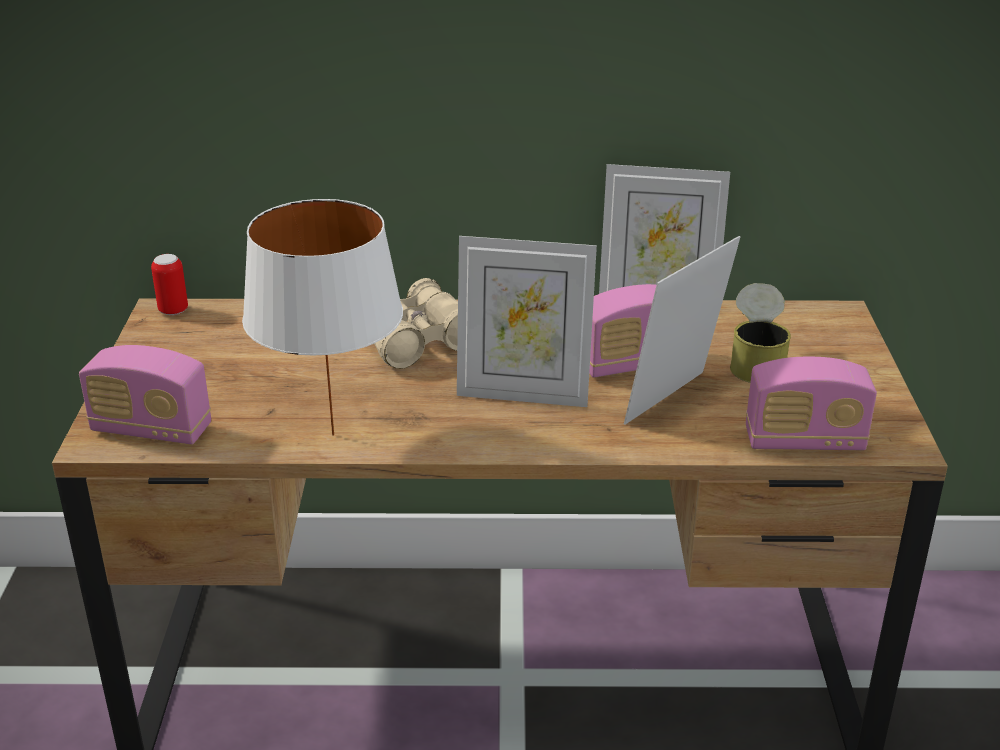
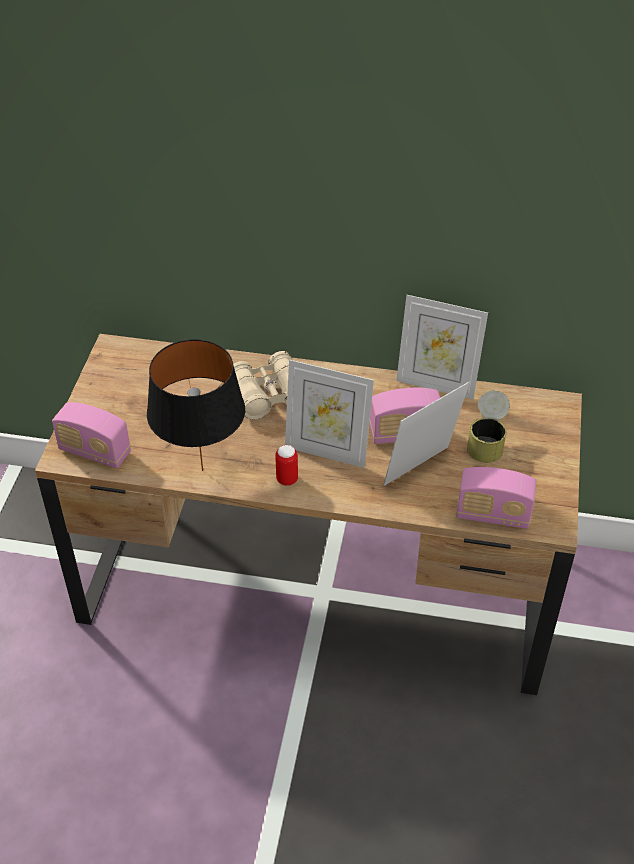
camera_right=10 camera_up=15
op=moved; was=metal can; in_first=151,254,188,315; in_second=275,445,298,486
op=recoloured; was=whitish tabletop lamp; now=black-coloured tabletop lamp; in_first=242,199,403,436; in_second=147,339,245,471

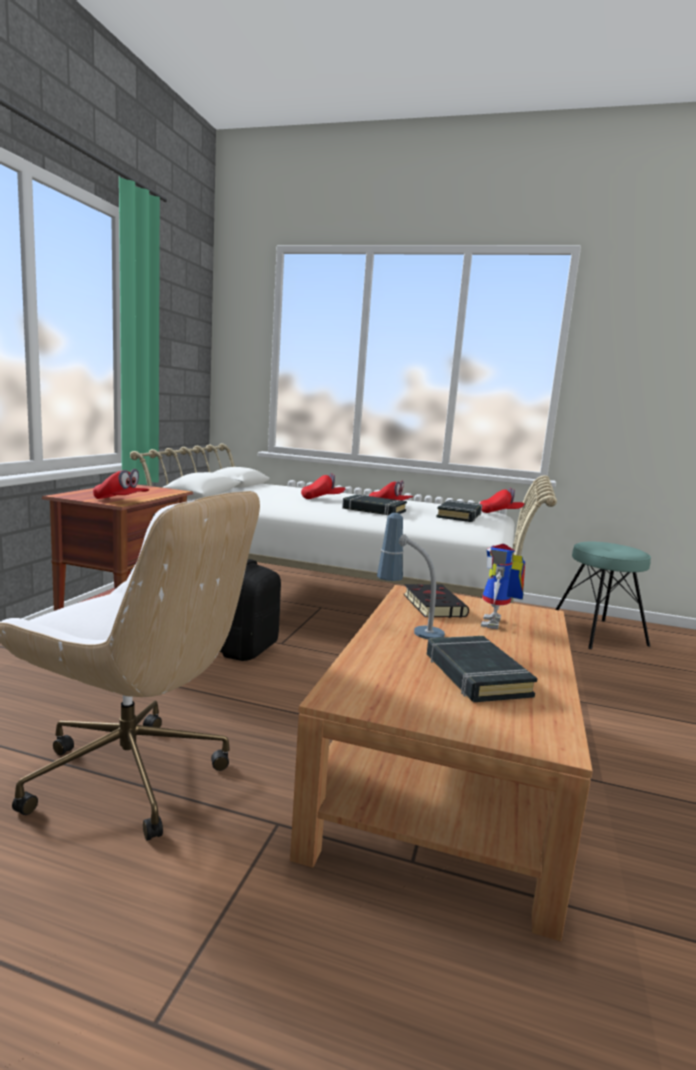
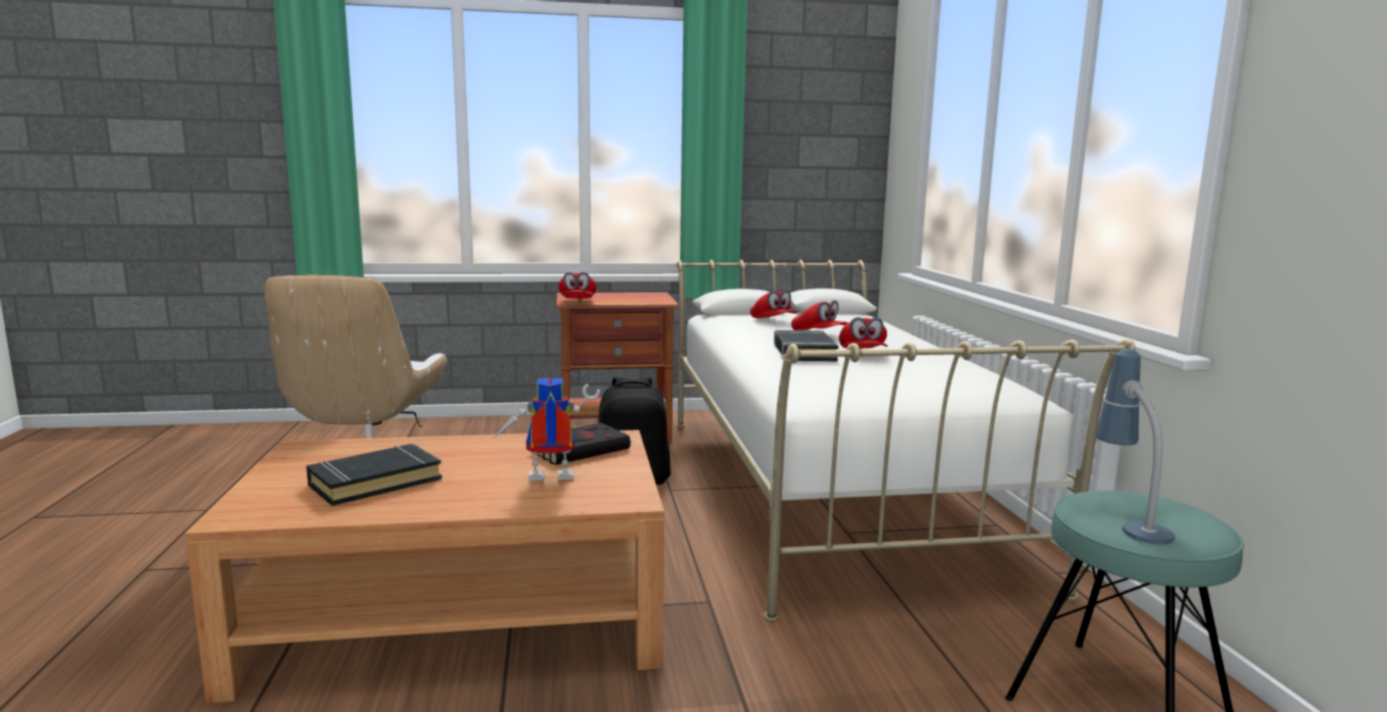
camera_right=65 camera_up=0
op=removed; was=black-coloured bound book; in_first=437,500,482,522
op=moved; was=tabletop lamp; in_first=377,513,445,639; in_second=1096,348,1175,545
op=moved; was=reddish baseball cap; in_first=480,488,525,513; in_second=750,290,797,318

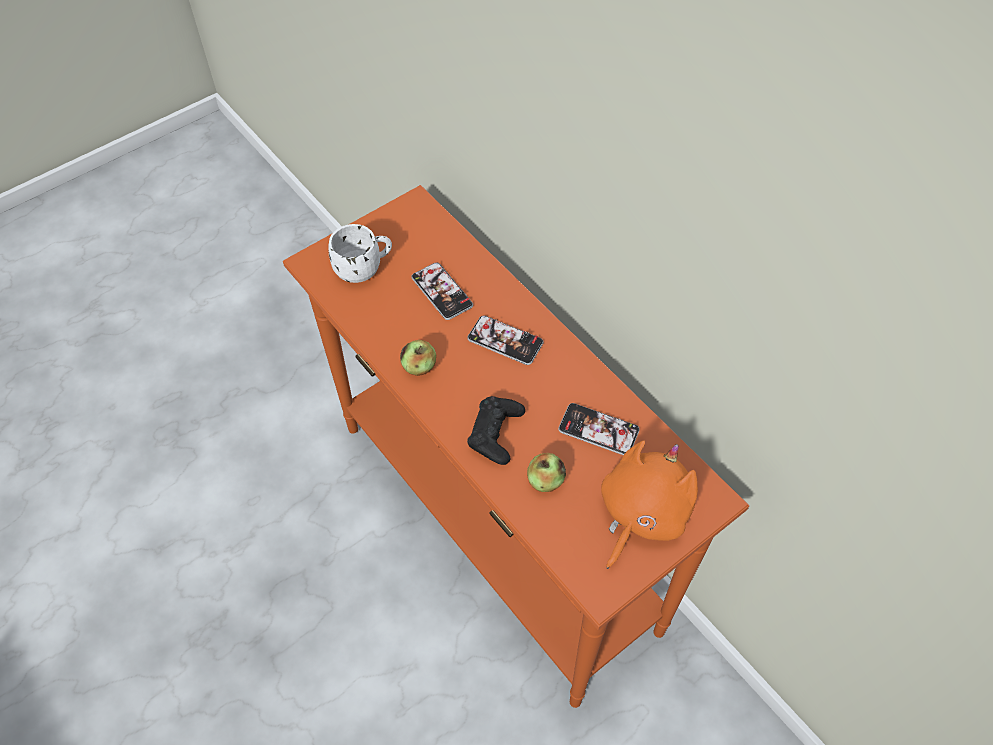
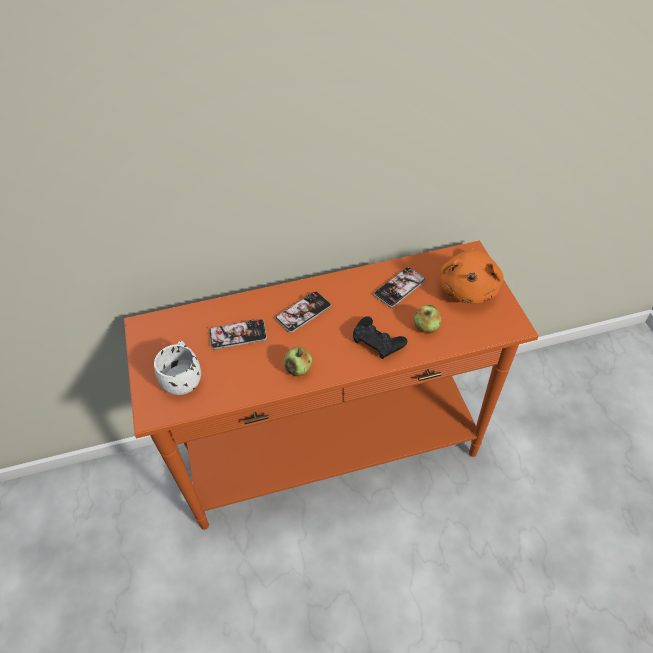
camera_right=-65 camera_up=-5
op=turned; was=orange-coloured plush toy; in_first=601,440,698,569; in_second=440,248,504,304; clockwise=-135

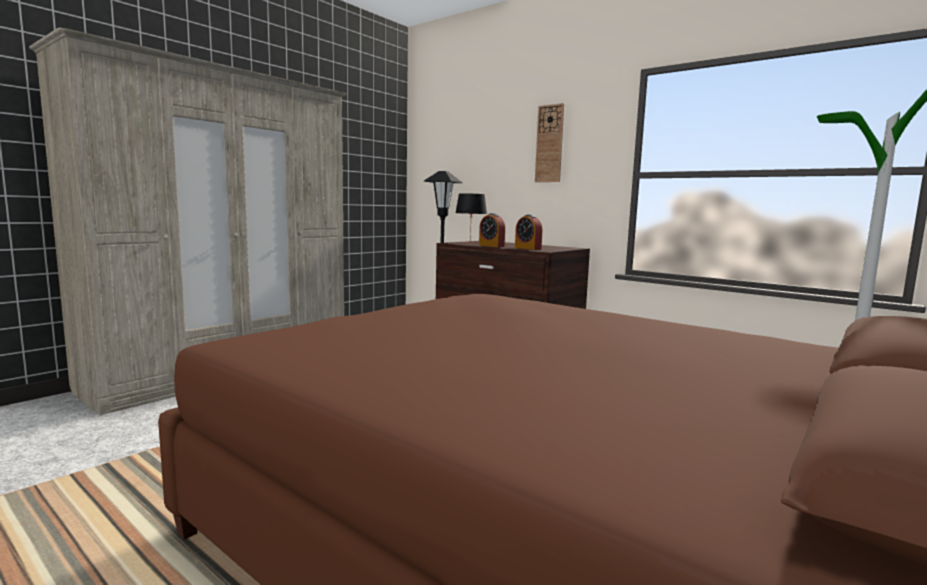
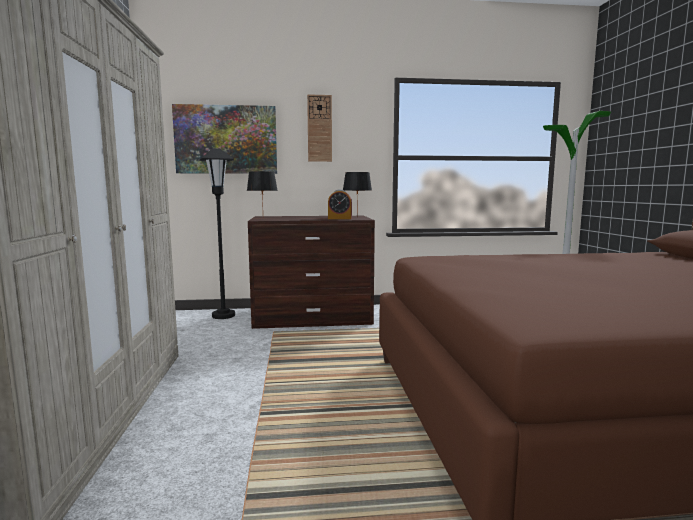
camera_right=-45 camera_up=0
op=removed; was=alarm clock; in_first=479,213,505,247
op=added; now=picture; in_second=172,104,277,174
op=added; now=black-coloured tabletop lamp; in_second=343,172,372,208

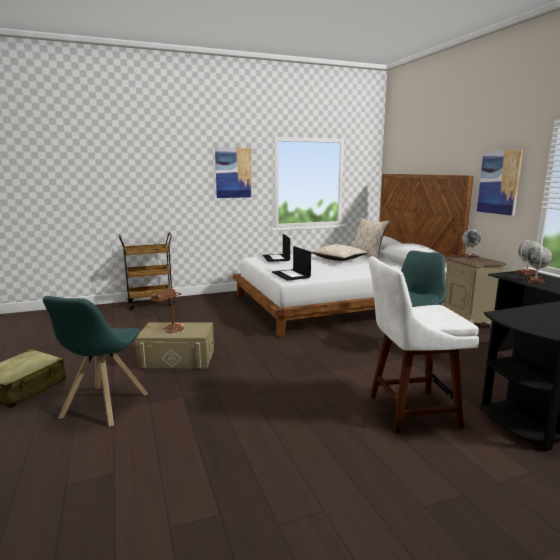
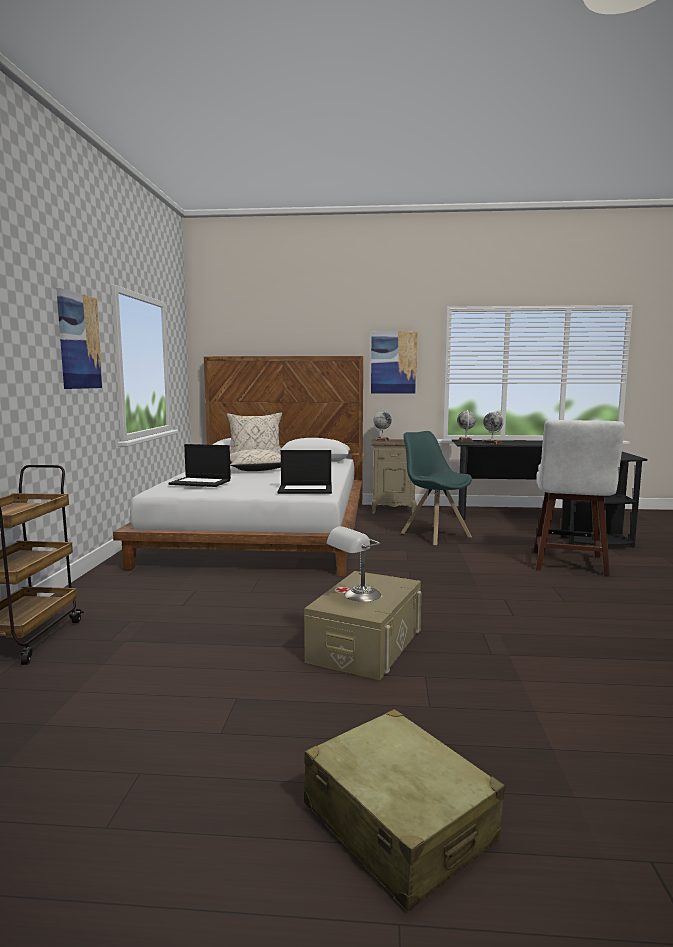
camera_right=-65 camera_up=-5
op=removed; was=turquoise-coloured upright chair; in_first=43,296,148,427
op=recoloured; was=brown tabletop lamp; now=whitish tabletop lamp; in_first=150,288,184,333; in_second=327,526,381,602

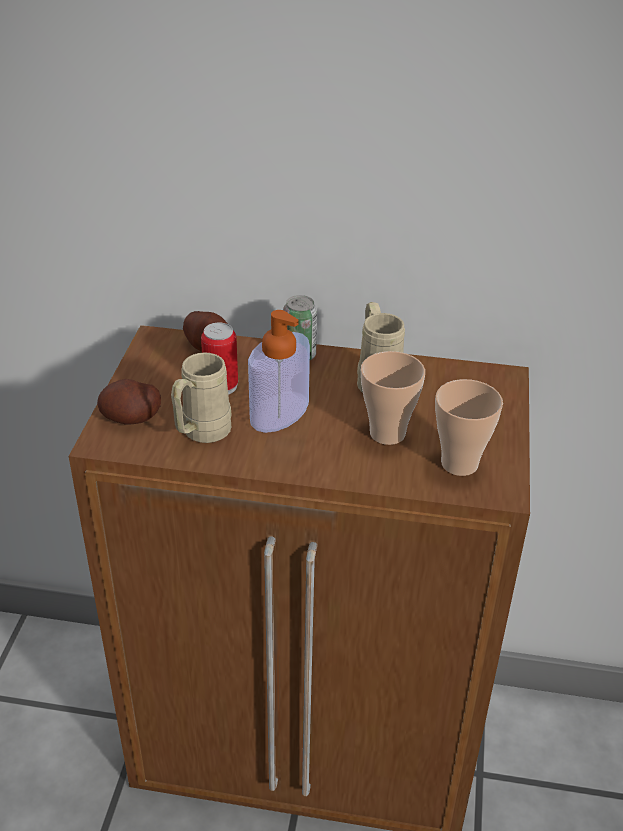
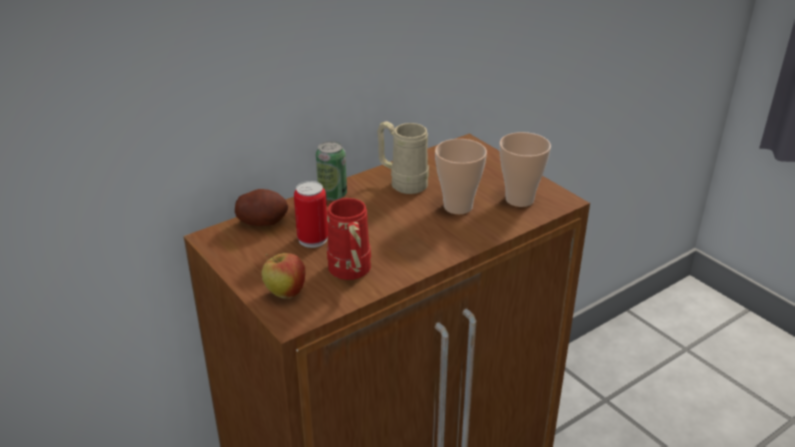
camera_right=-45 camera_up=-5
op=removed; was=liquid soap bottle; in_first=248,310,310,433
op=replaced; was=whole potato; now=apple fruit; in_first=97,379,161,424; in_second=262,253,305,299
op=recoloured; was=sand-coloured coffee mug; now=reddish coffee mug; in_first=171,353,232,443; in_second=327,198,371,280

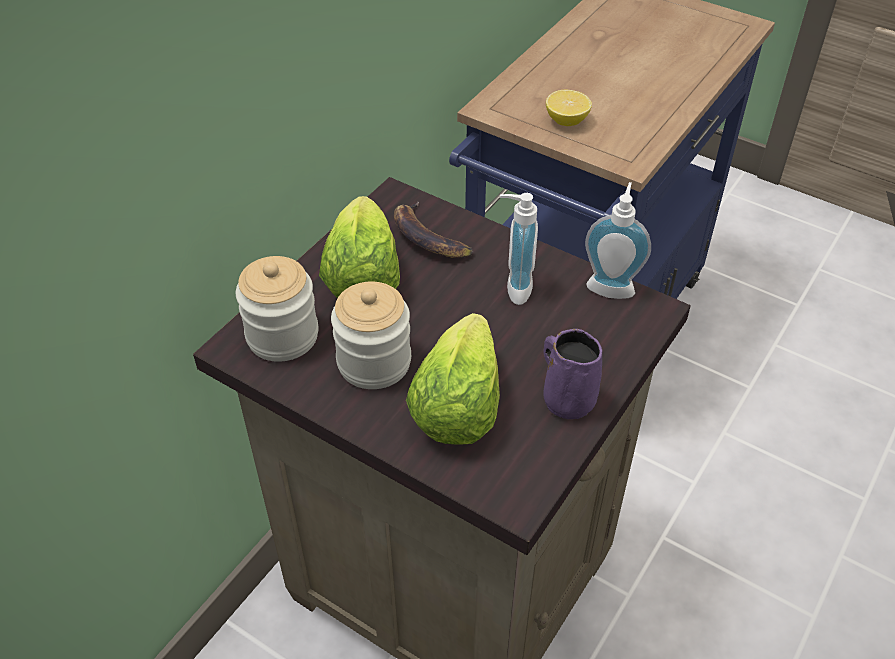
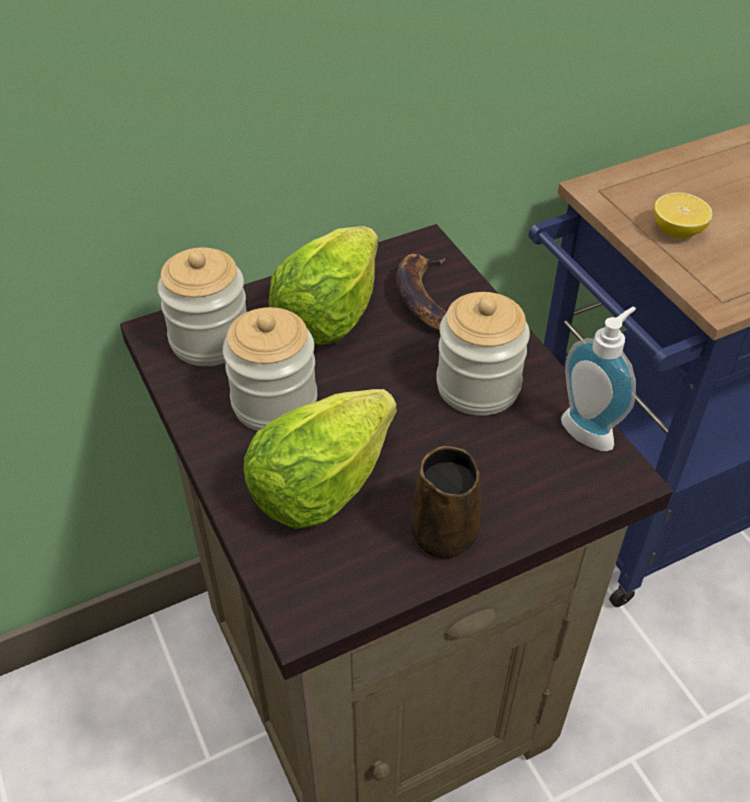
camera_right=30 camera_up=0
op=replaced; was=liquid soap bottle; now=preserve jar; in_first=500,193,538,305; in_second=436,292,530,416
op=recoloured; was=purplish coffee mug; now=brown coffee mug; in_first=543,329,602,419; in_second=410,446,481,559

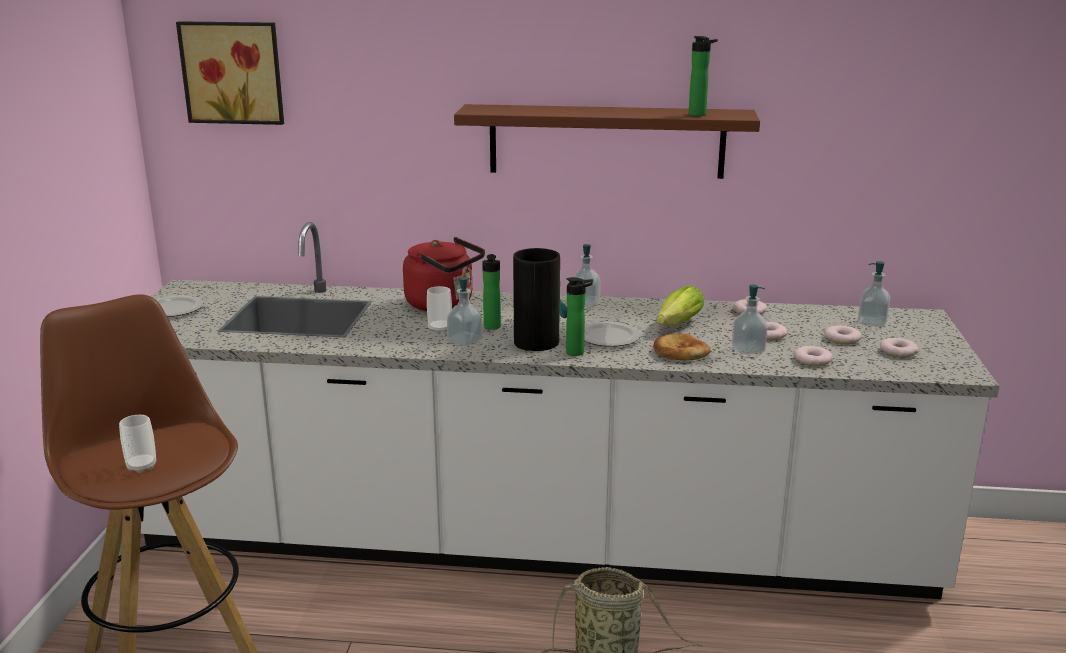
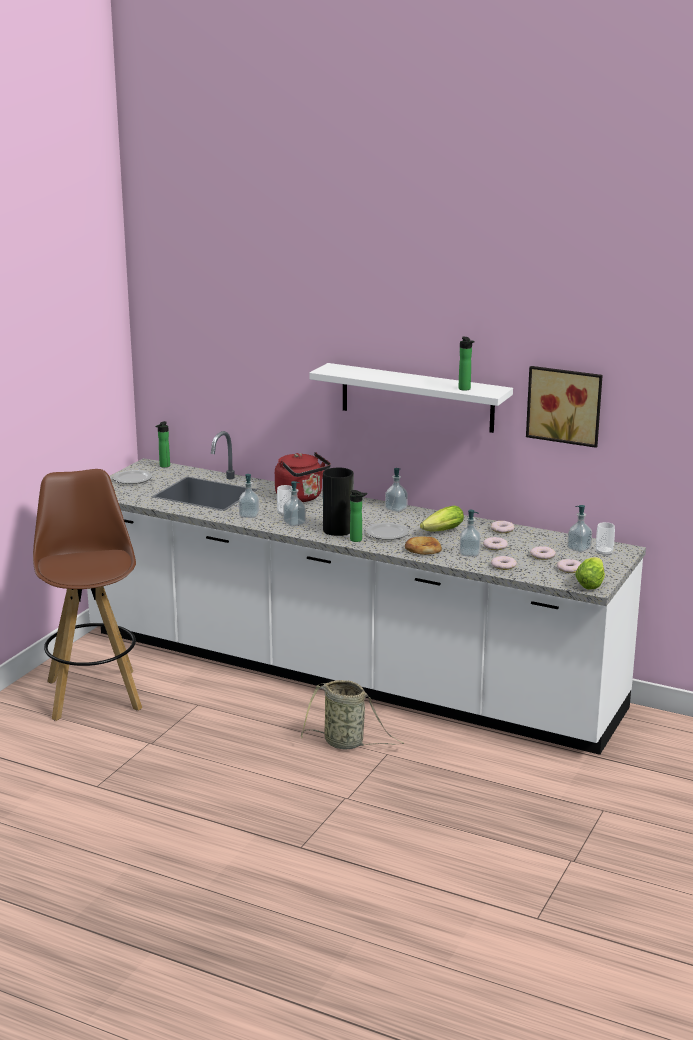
camera_right=20 camera_up=0
op=added; now=liquid soap bottle; in_second=239,474,259,518
op=added; now=lettuce; in_second=575,557,605,590
op=moved; was=cup; in_first=119,415,156,473; in_second=596,522,615,556
op=moved; was=picture; in_first=176,21,284,125; in_second=526,366,603,448
op=moved; was=beverage bottle; in_first=482,254,501,330; in_second=155,421,170,468
op=recoloured; was=brown bracket shelf; now=whitish bracket shelf; in_first=454,104,760,179; in_second=309,363,513,433

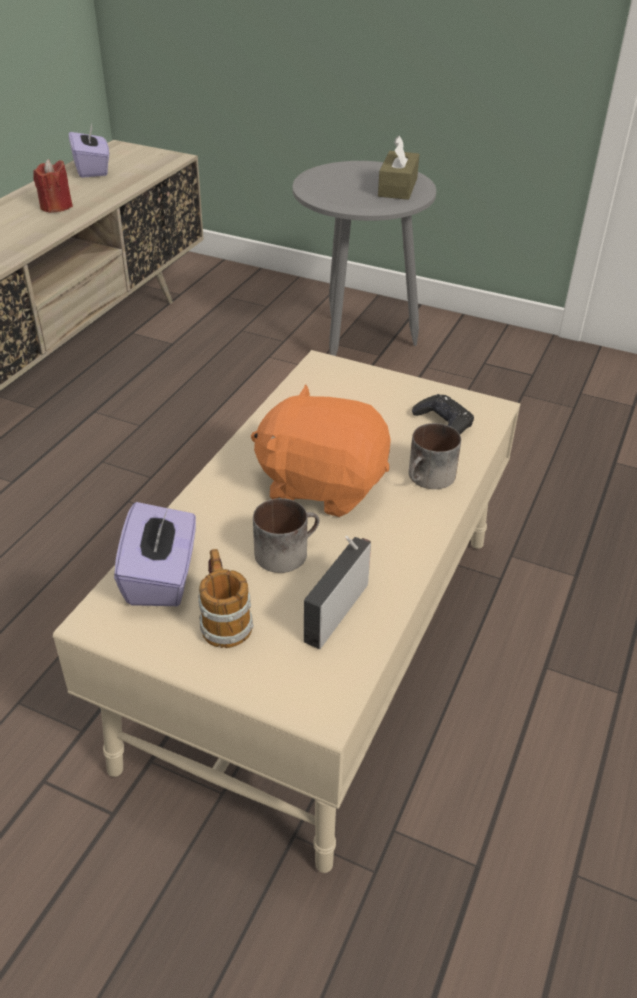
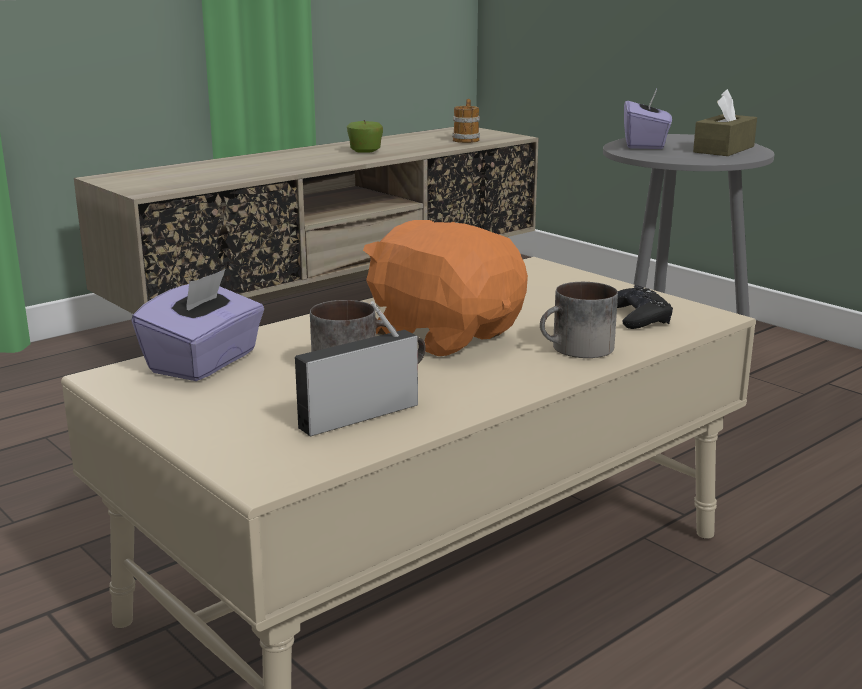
camera_right=25 camera_up=-20
op=moved; was=purplish tissue holder; in_first=69,123,109,178; in_second=624,89,672,149
op=moved; was=coffee mug; in_first=198,549,254,648; in_second=452,99,480,143
op=replaced; was=reddish wax light; now=apple fruit; in_first=33,159,73,213; in_second=347,120,383,153

